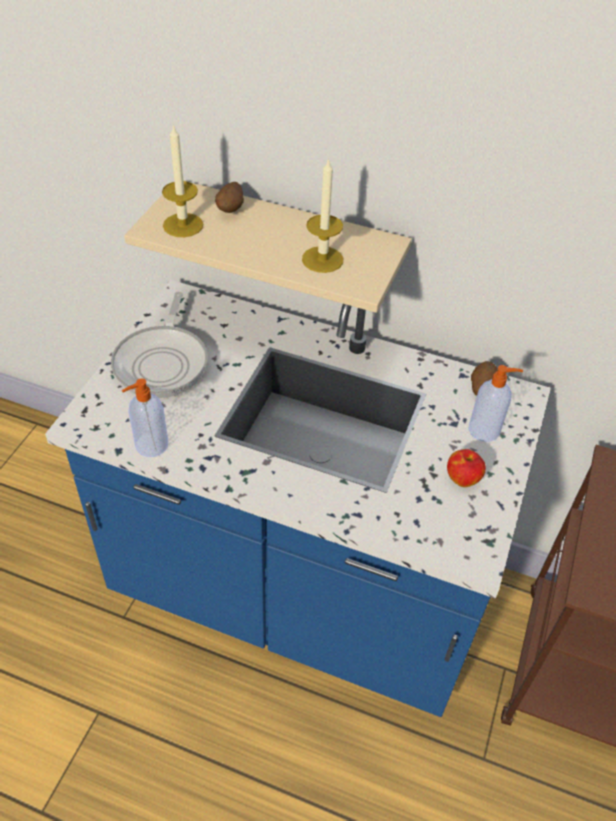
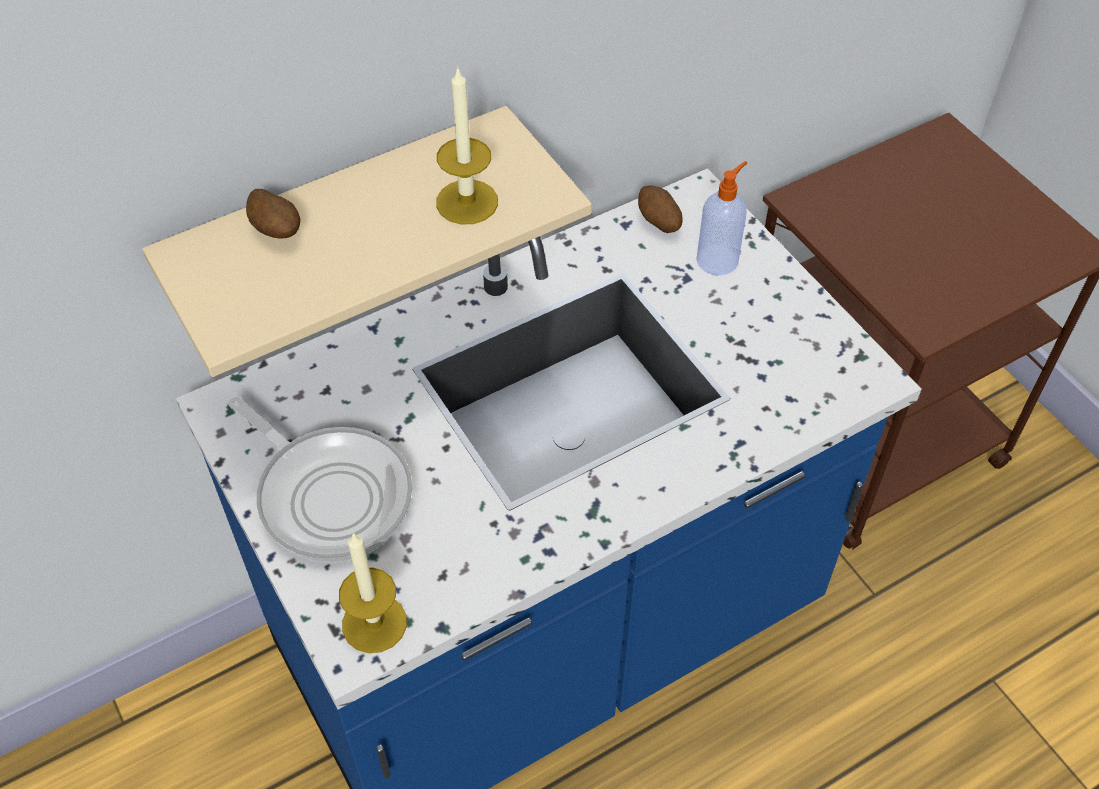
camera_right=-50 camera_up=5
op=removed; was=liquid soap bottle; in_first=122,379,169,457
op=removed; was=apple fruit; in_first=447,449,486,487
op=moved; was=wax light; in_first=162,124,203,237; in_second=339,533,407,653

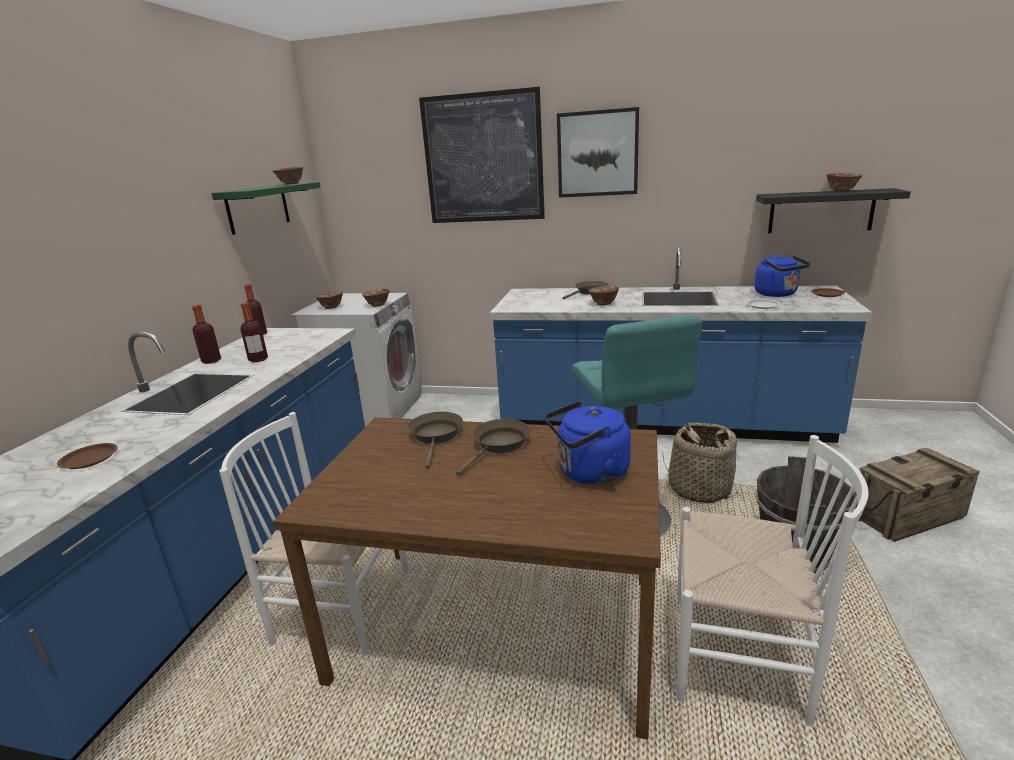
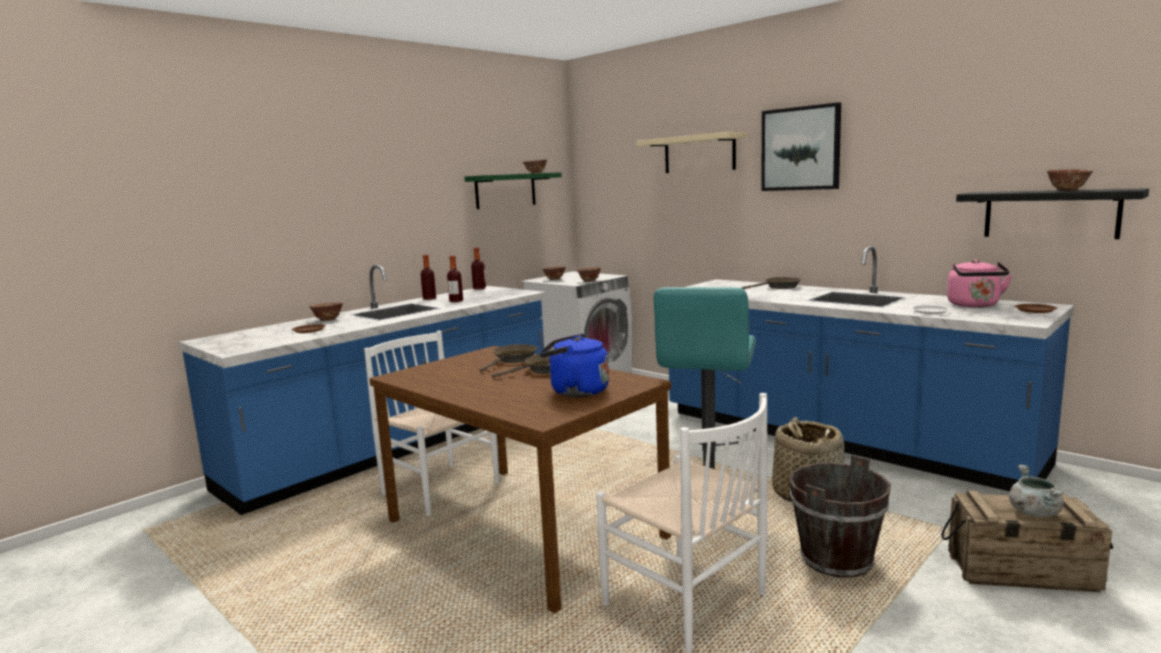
camera_right=30 camera_up=-10
op=added; now=gray stockpot; in_second=1009,465,1064,517
op=moved; was=deep dish; in_first=588,286,619,305; in_second=309,303,343,321
op=replaced; was=picture; now=sand-coloured bracket shelf; in_first=419,87,545,223; in_second=636,132,747,173
op=recoloured; was=blue-coloured water kettle; now=pink-coloured water kettle; in_first=755,255,811,297; in_second=947,259,1012,307

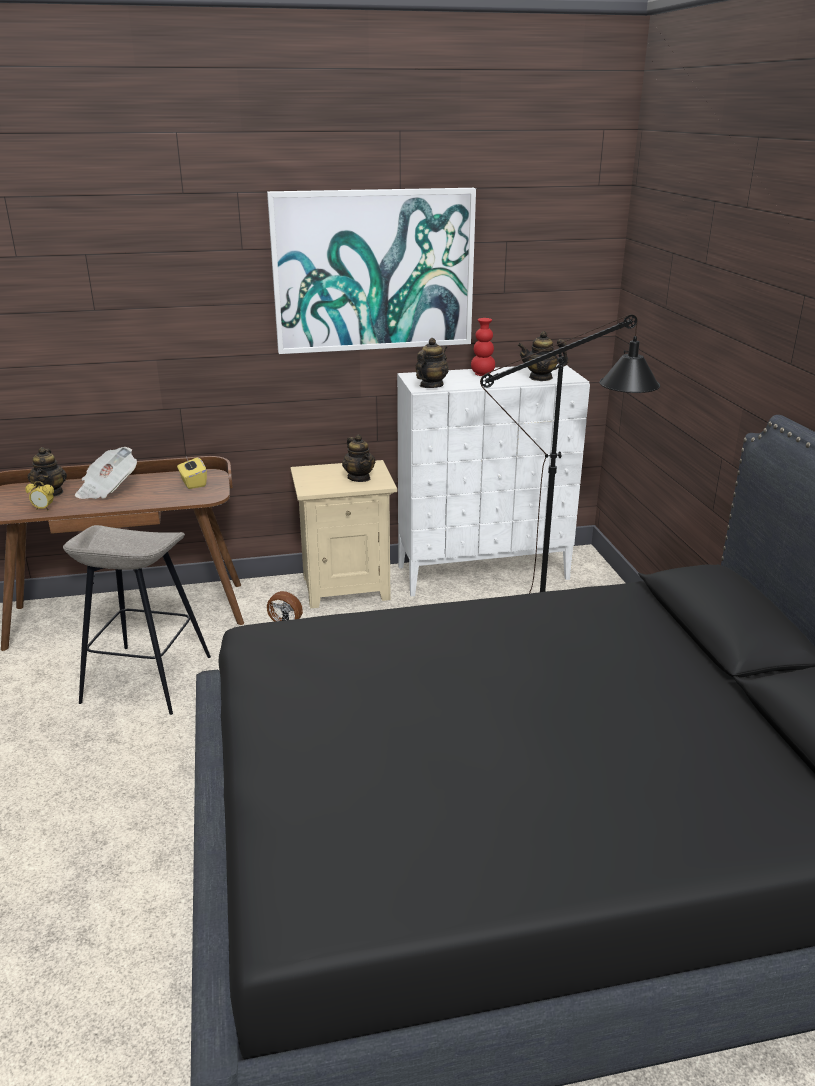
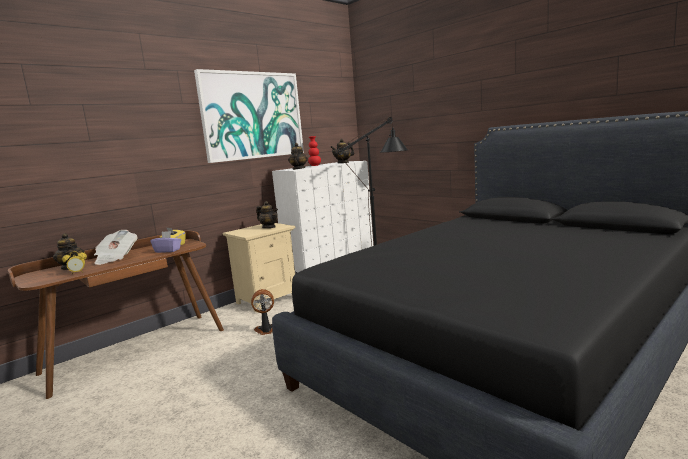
camera_right=-30 camera_up=-15
op=removed; was=gray sitting stool; in_first=63,525,211,715
op=added; now=purplish tissue holder; in_second=150,231,181,253

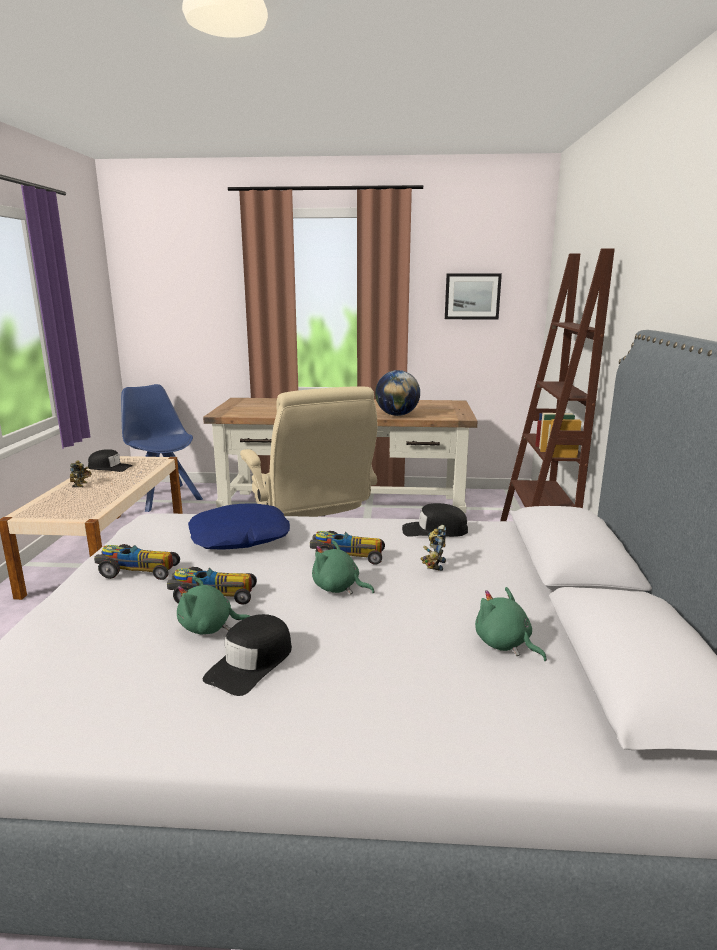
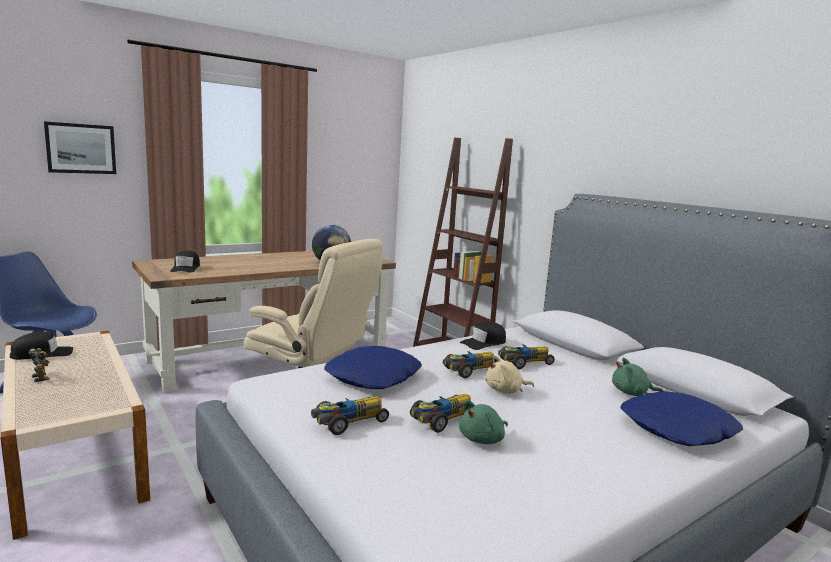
camera_right=-40 camera_up=-5
op=added; now=blue-coloured throw pillow; in_second=621,391,743,446
op=moved; was=black-coloured baseball cap; in_first=203,614,292,696; in_second=170,251,200,272
op=moved; was=picture; in_first=445,274,502,320; in_second=44,121,116,174
op=replaced; was=robot figure; now=toy car; in_first=421,525,446,571; in_second=498,344,555,369
op=recoloured; was=green-coloured plush toy; now=sand-coloured plush toy; in_first=312,540,375,595; in_second=485,355,534,394

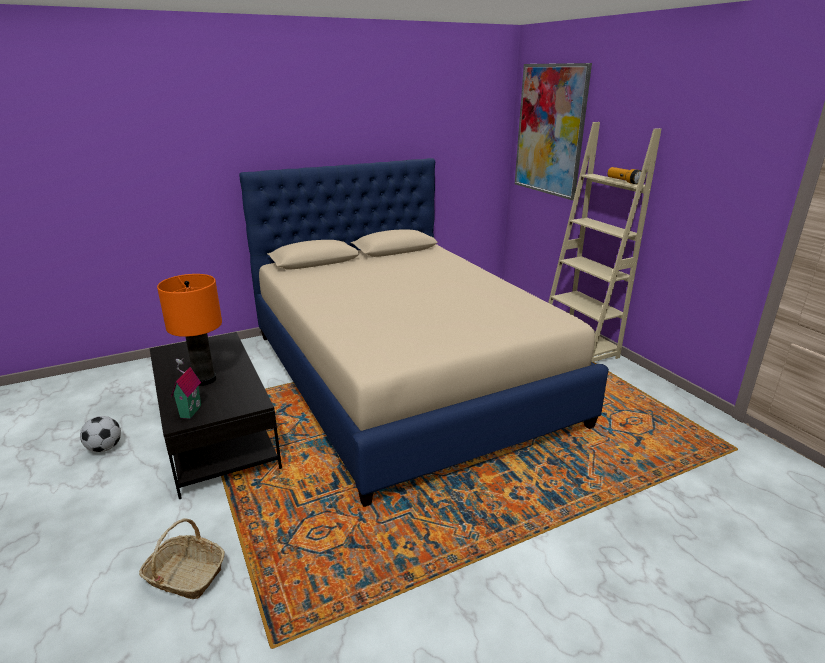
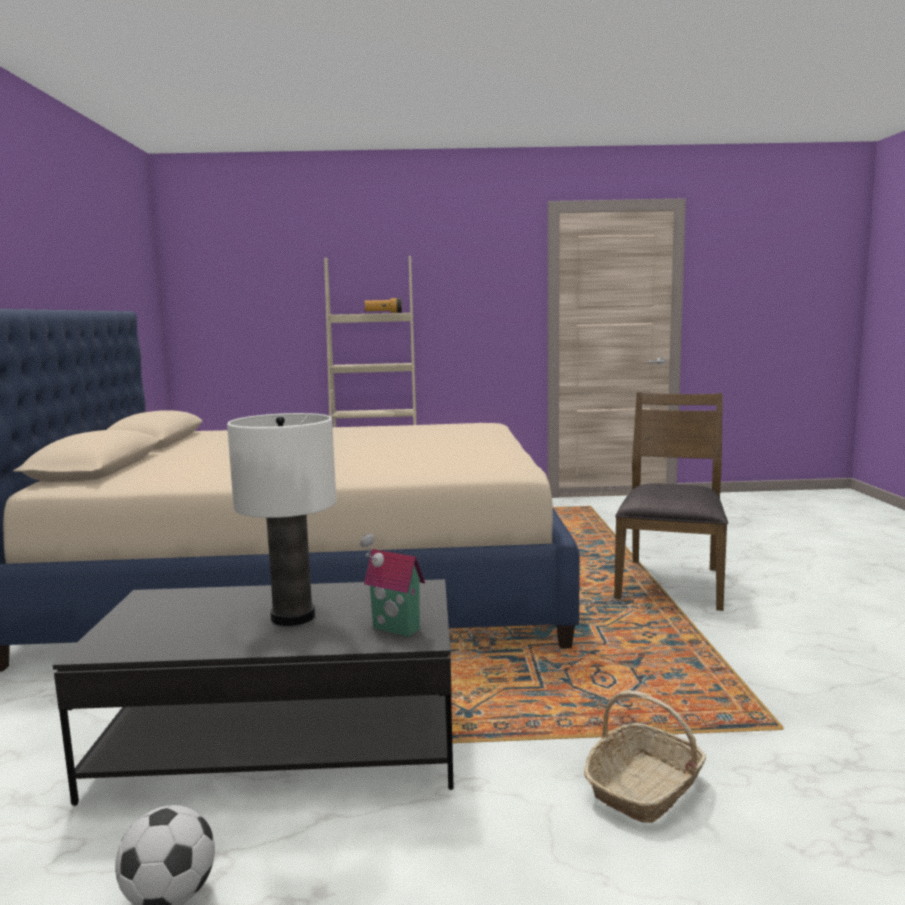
camera_right=-65 camera_up=-15
op=removed; was=picture; in_first=515,63,592,200
op=added; now=brown upright chair; in_second=614,392,728,611
op=recoloured; was=orange-coloured tabletop lamp; now=whitish tabletop lamp; in_first=157,274,222,386; in_second=227,413,336,626

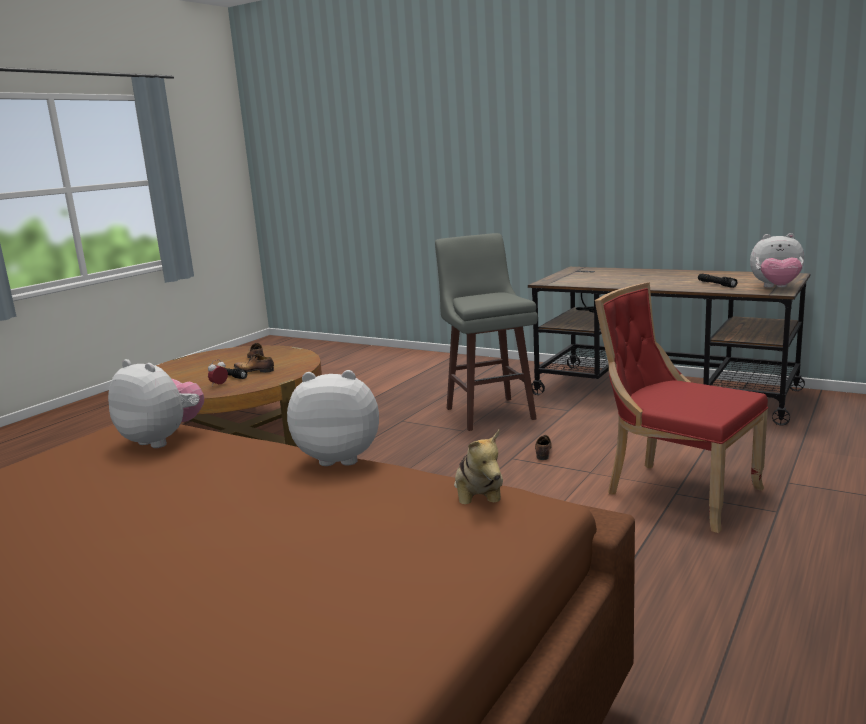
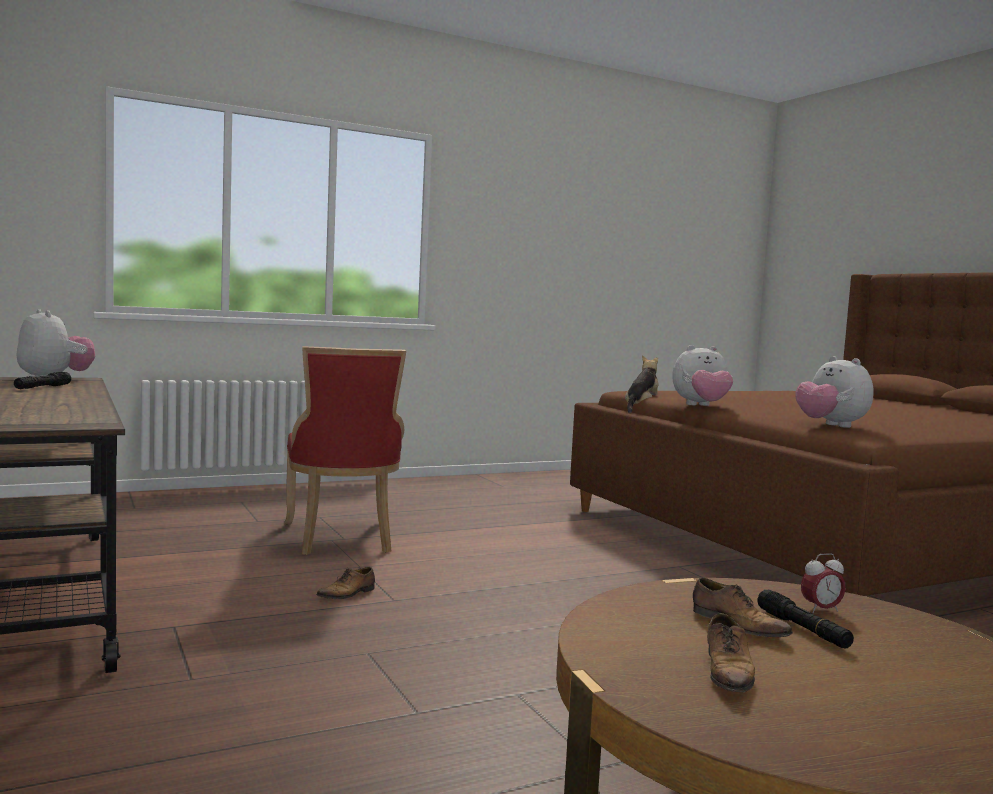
camera_right=-150 camera_up=-10
op=removed; was=gray sitting stool; in_first=435,233,538,431
op=turned; was=plush toy; in_first=287,370,379,466; in_second=672,345,733,406; clockwise=-45

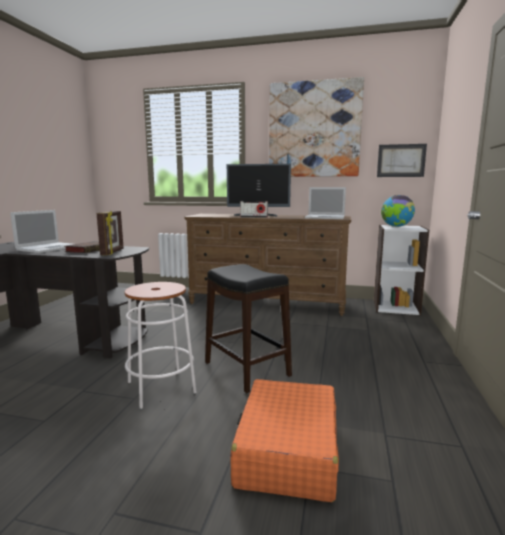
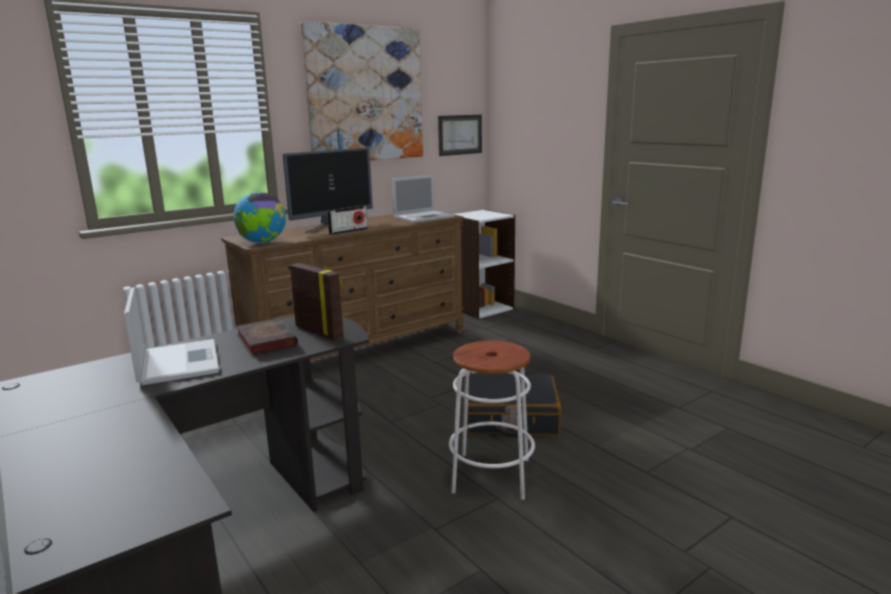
camera_right=-50 camera_up=5
op=removed; was=orange-coloured piece of luggage; in_first=230,379,339,502
op=moved; was=desk globe; in_first=381,195,415,227; in_second=233,192,286,244
op=replaced; was=black-coloured sitting stool; now=black-coloured piece of luggage; in_first=205,264,292,393; in_second=467,374,561,437

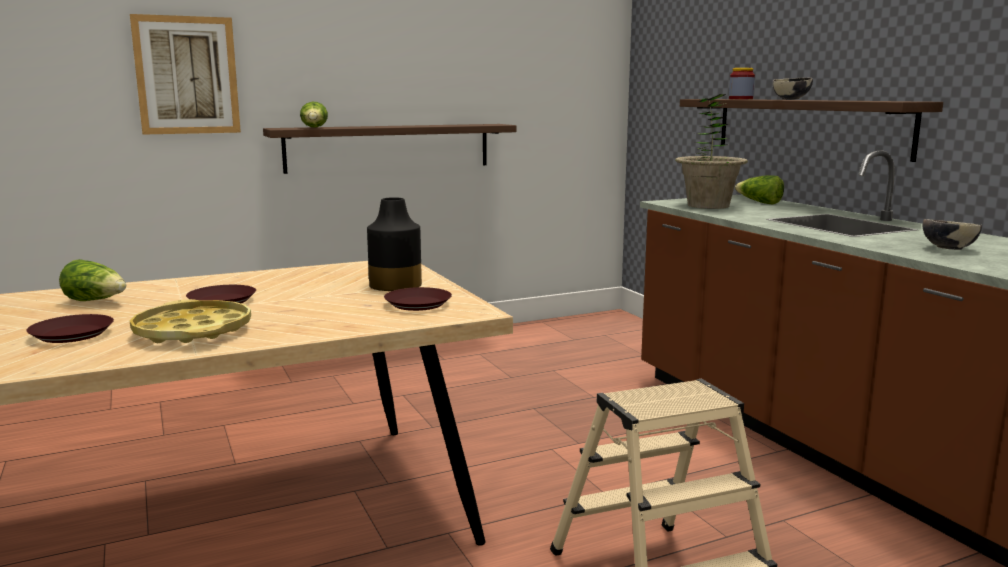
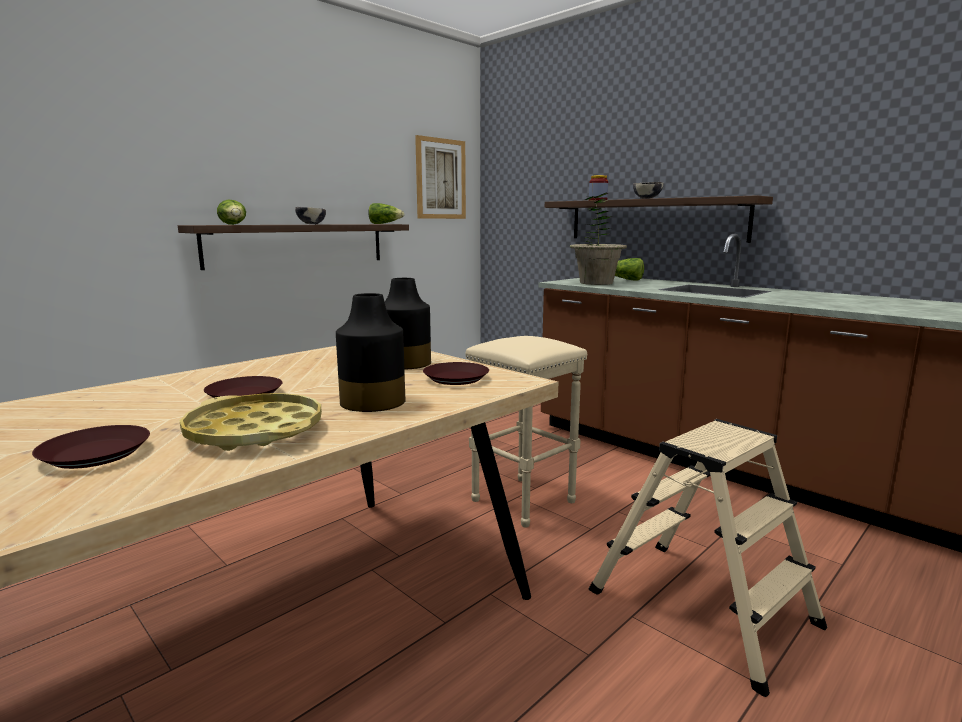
camera_right=-20 camera_up=0
op=added; now=black-coloured vase; in_second=336,293,405,412
op=added; now=sand-coloured sitting stool; in_second=465,336,587,528
op=moved; was=lettuce; in_first=59,259,126,301; in_second=368,203,404,224
op=moved; was=picture; in_first=130,14,241,135; in_second=415,135,466,219
op=moved; was=deep dish; in_first=923,219,982,250; in_second=295,207,326,224

